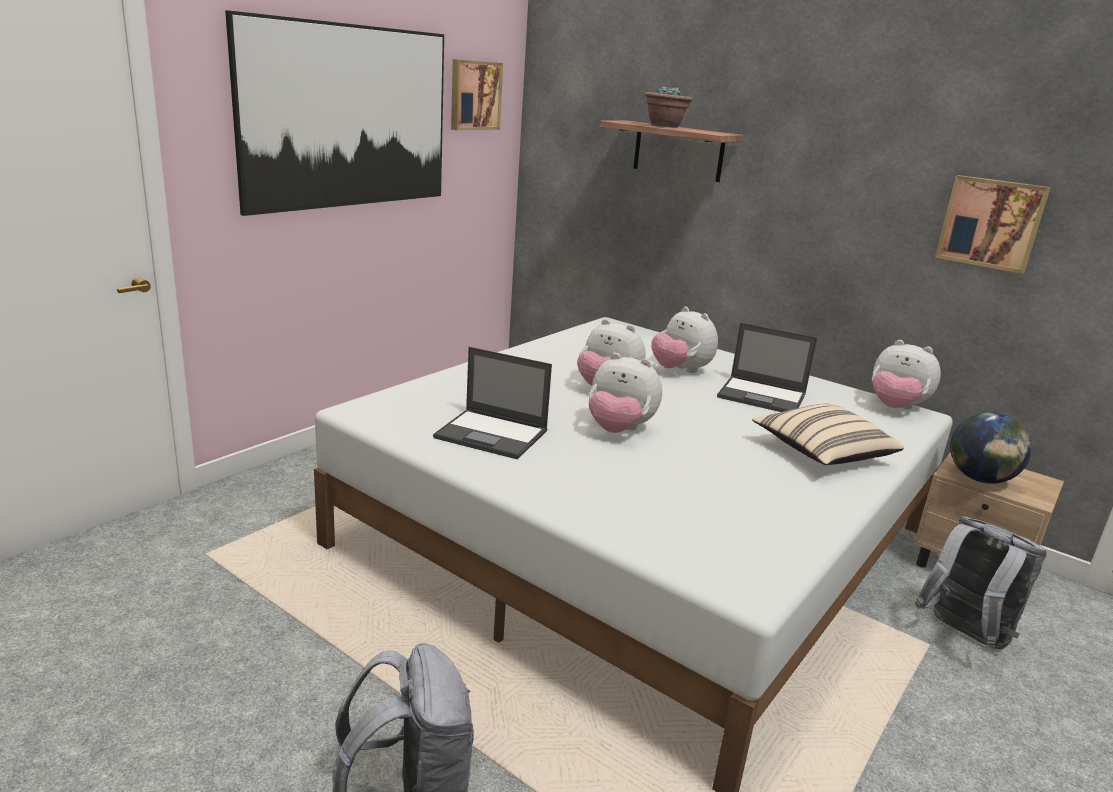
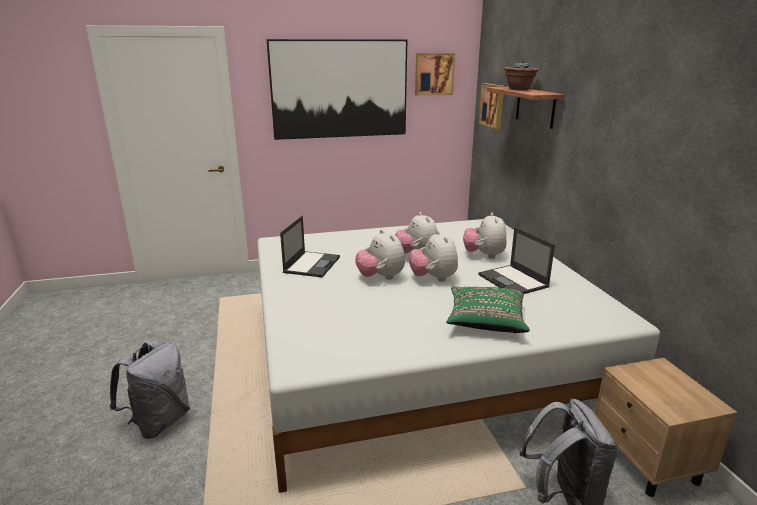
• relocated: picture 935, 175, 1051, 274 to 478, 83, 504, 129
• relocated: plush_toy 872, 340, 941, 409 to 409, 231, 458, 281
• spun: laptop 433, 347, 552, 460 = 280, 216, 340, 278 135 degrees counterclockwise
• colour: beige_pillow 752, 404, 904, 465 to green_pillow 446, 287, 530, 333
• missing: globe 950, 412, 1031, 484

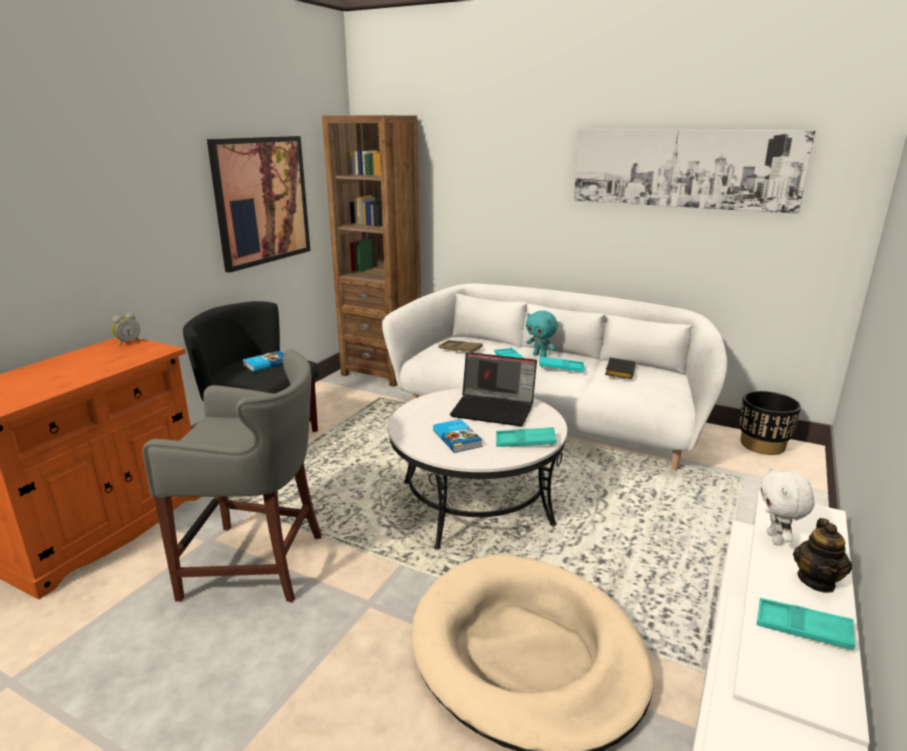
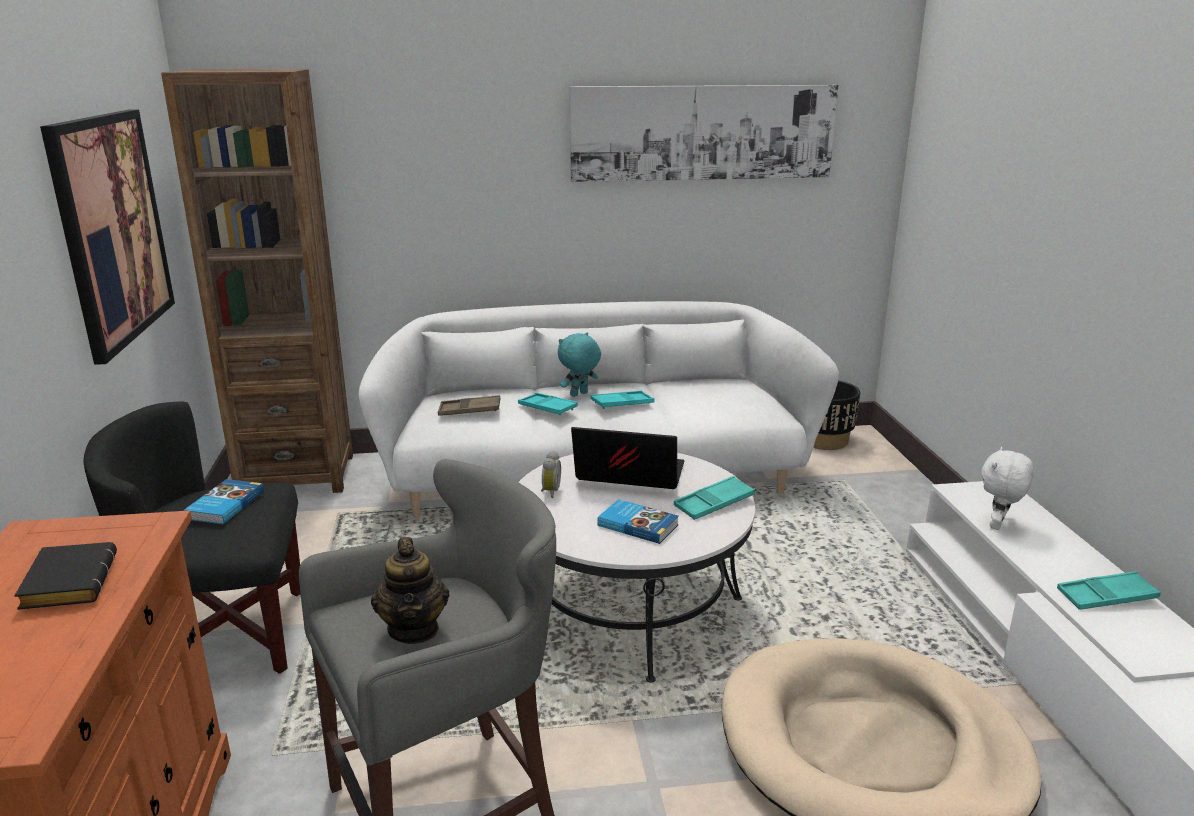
• spun: turquoise_plush_toy 526, 310, 558, 357 = 558, 333, 601, 397 135 degrees clockwise
• relocated: alarm_clock 112, 313, 140, 346 to 541, 451, 561, 498
• spun: laptop 450, 352, 537, 426 = 571, 427, 684, 489 150 degrees counterclockwise
• relocated: black_book 605, 358, 636, 379 to 14, 542, 117, 610
• spun: white_plush_toy 760, 467, 815, 546 = 981, 447, 1034, 530 60 degrees clockwise
• relocated: teapot 793, 518, 852, 593 to 371, 537, 449, 644

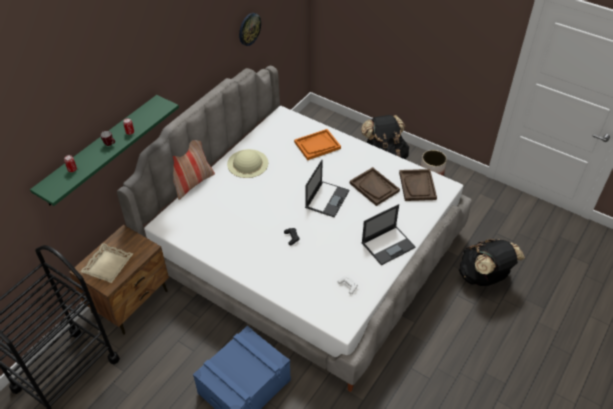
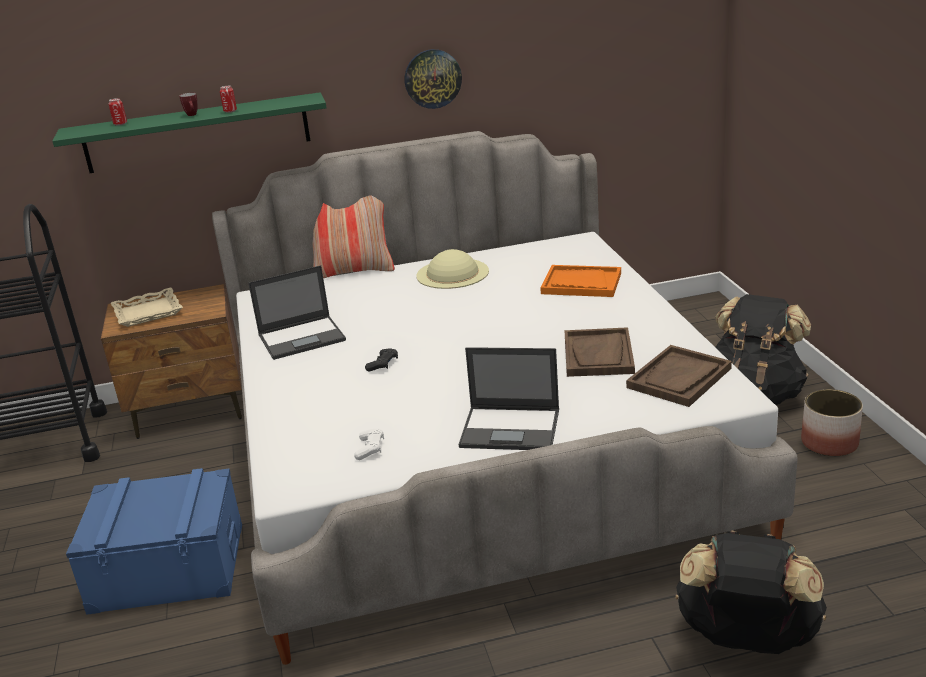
• relocated: wall_clock 239, 13, 261, 46 to 405, 49, 462, 109
• relocated: laptop 305, 159, 349, 218 to 248, 265, 346, 360

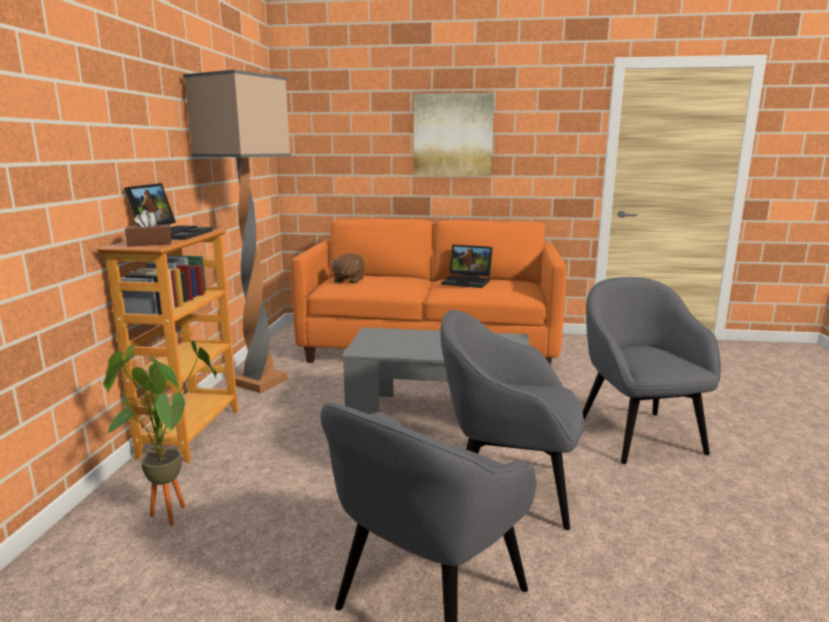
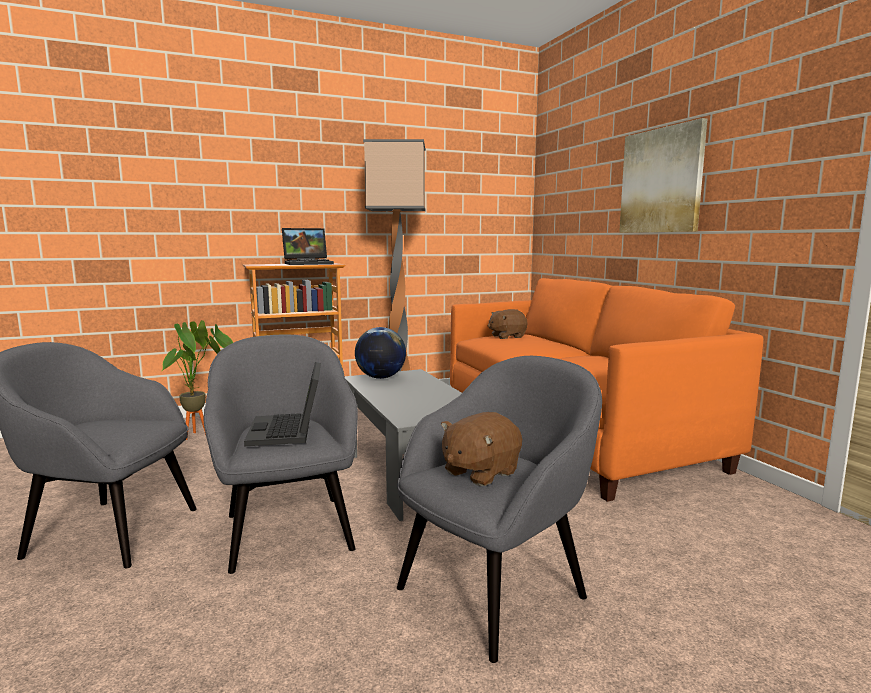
• missing: brown_tissue_box 125, 210, 172, 247
• relocated: laptop 441, 245, 493, 288 to 244, 362, 321, 446
• appeared: globe 355, 327, 406, 379
• appeared: brown_plush_toy 441, 412, 522, 486

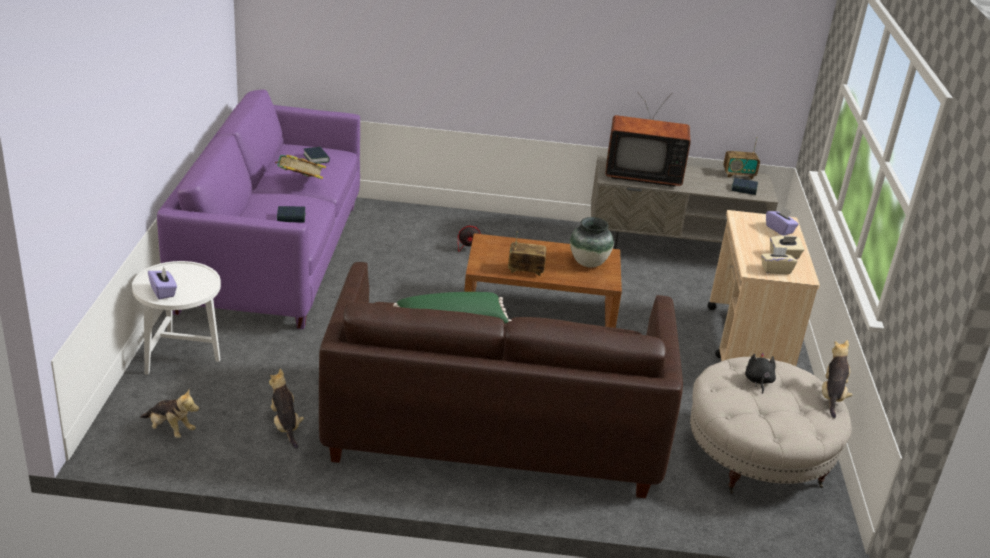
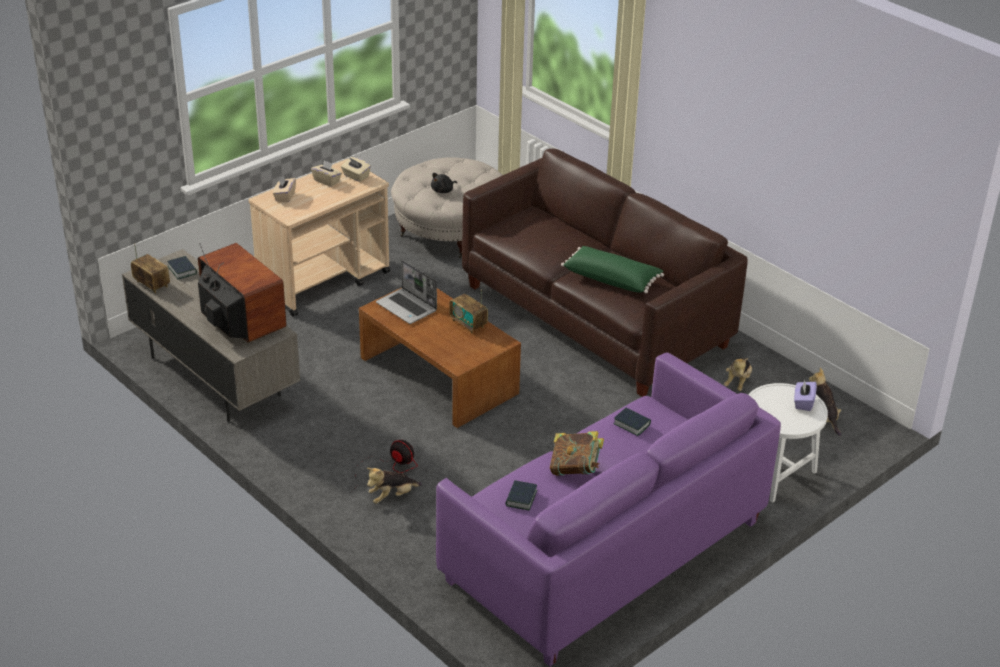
• colour: purple_tissue_box 766, 207, 799, 235 to beige_tissue_box 273, 176, 296, 202
• exchanged: vase 570, 217, 614, 267 to laptop 376, 260, 437, 324
• relocated: plush_toy 822, 340, 853, 419 to 367, 468, 422, 504

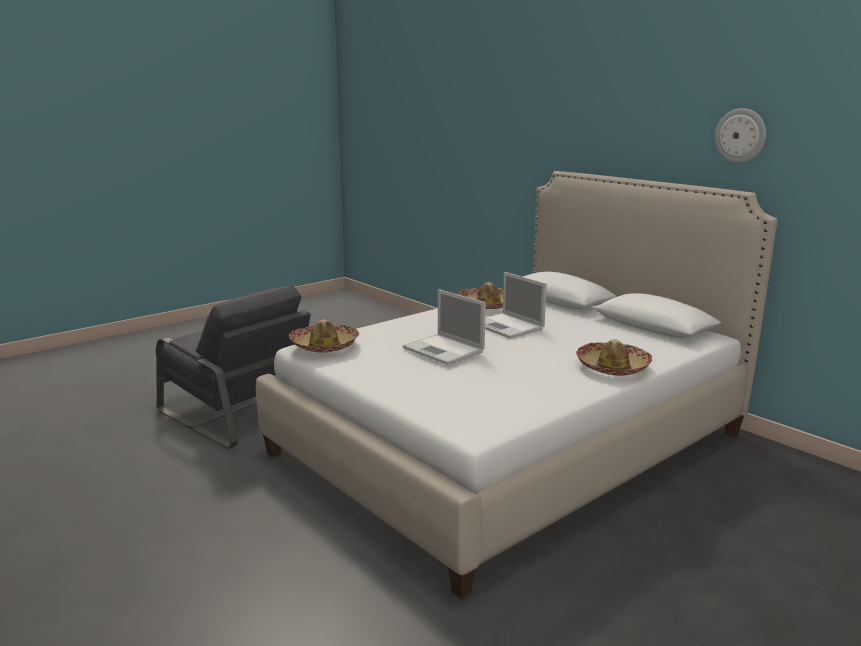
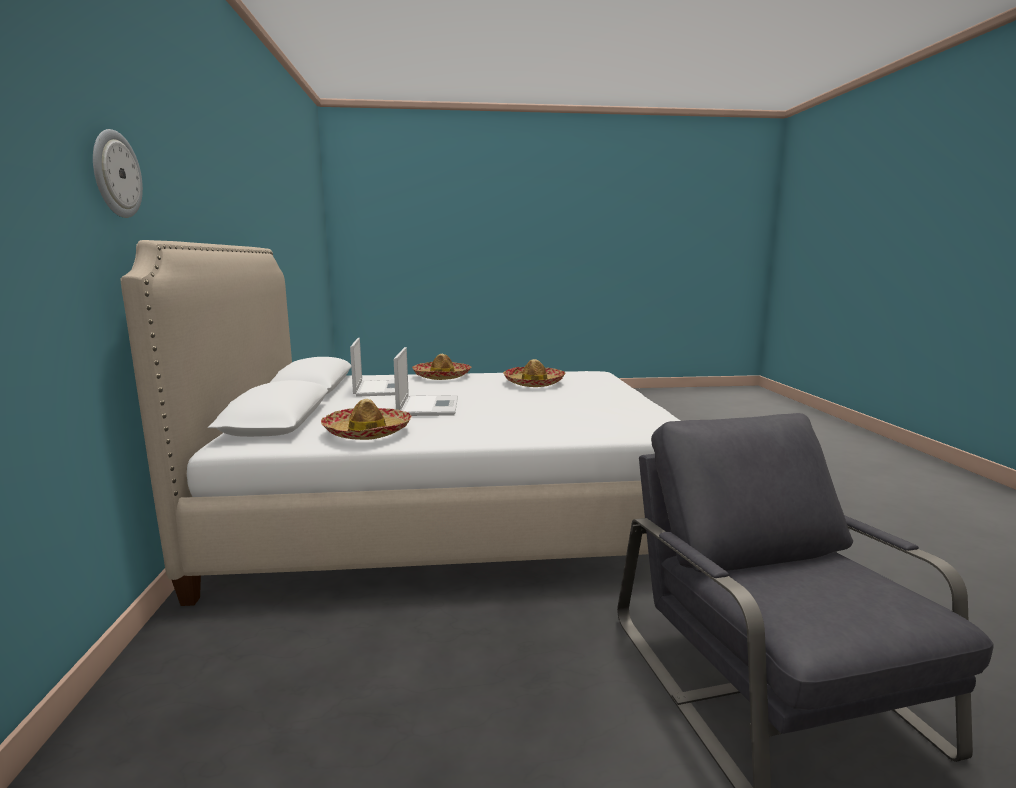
• relocated: wall_clock 715, 108, 766, 163 to 93, 129, 143, 218
• relocated: laptop 403, 289, 486, 365 to 350, 338, 395, 397
• relocated: hat 289, 320, 360, 352 to 503, 359, 565, 387

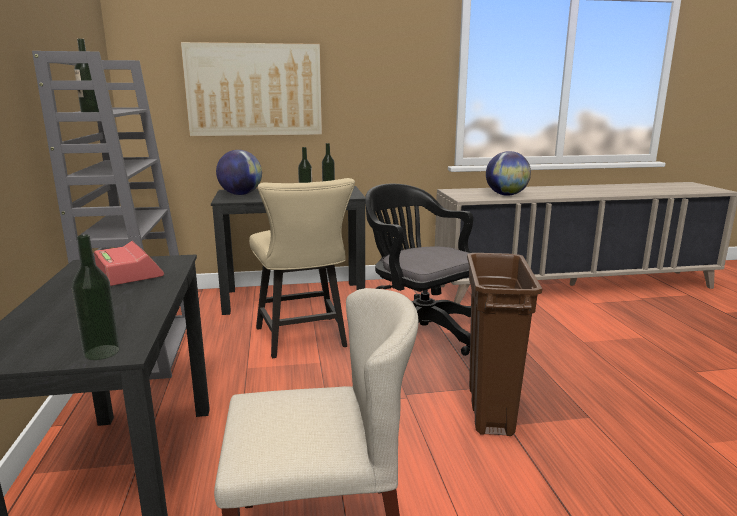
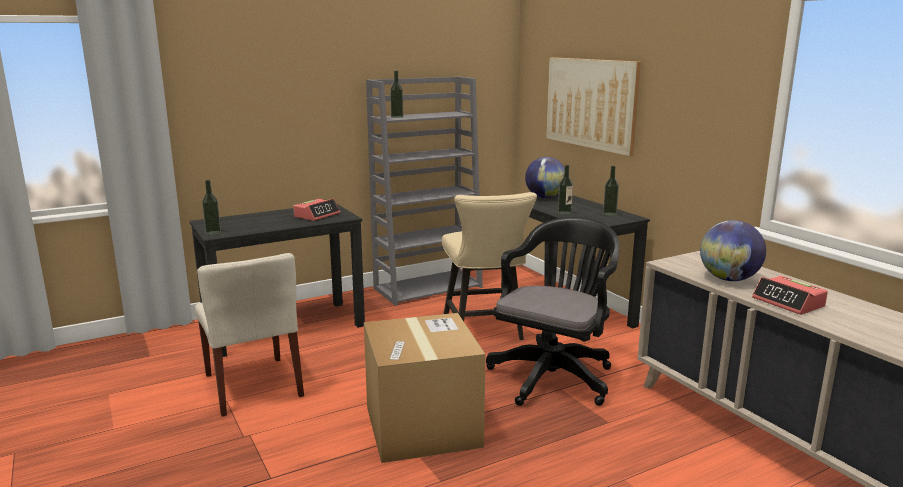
• spun: beige_chair 249, 178, 355, 358 = 442, 192, 537, 340 60 degrees counterclockwise
• exchanged: brown_trash_can 467, 253, 542, 436 to cardboard_box 364, 313, 486, 463
• appeared: alarm_clock 752, 276, 828, 315

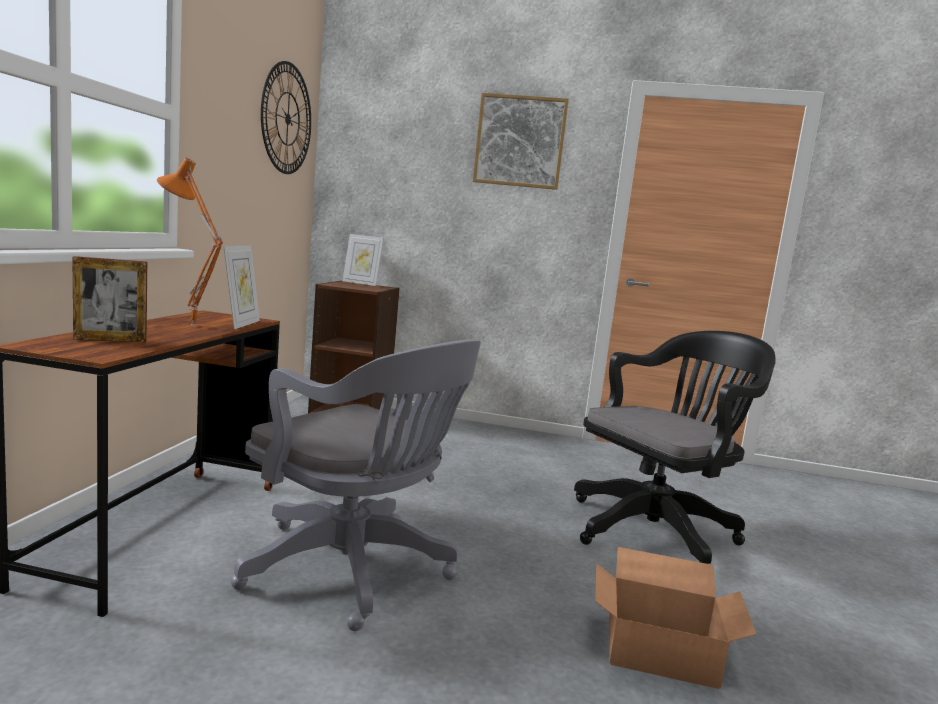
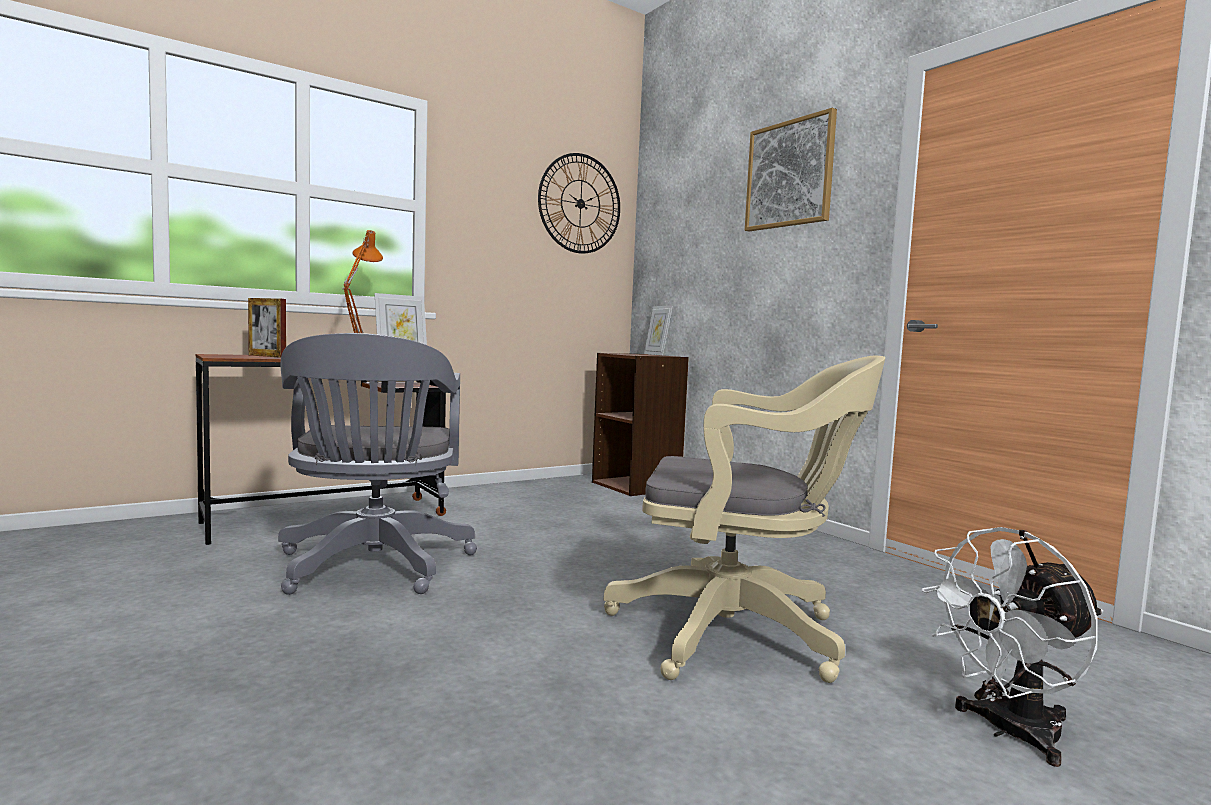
• colour: black_office_chair 574, 331, 776, 564 to beige_office_chair 604, 355, 885, 683
• missing: cardboard_box 595, 547, 756, 689
• appeared: white_fan 922, 527, 1103, 767

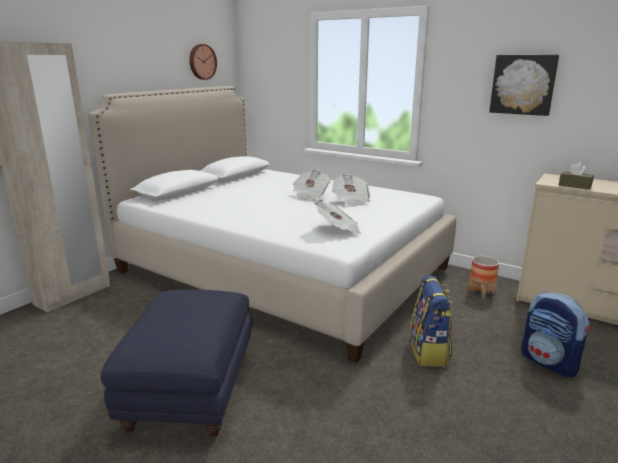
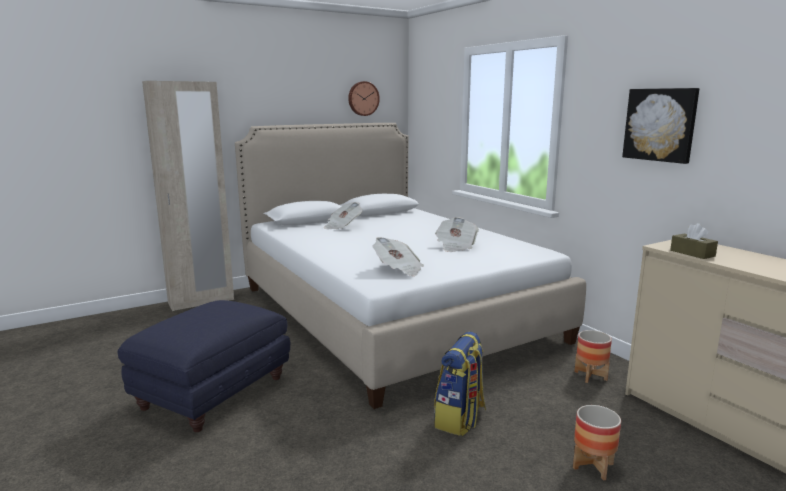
• relocated: newspaper 293, 170, 331, 201 to 324, 202, 363, 229
• exchanged: backpack 521, 292, 591, 377 to planter 573, 405, 621, 480

